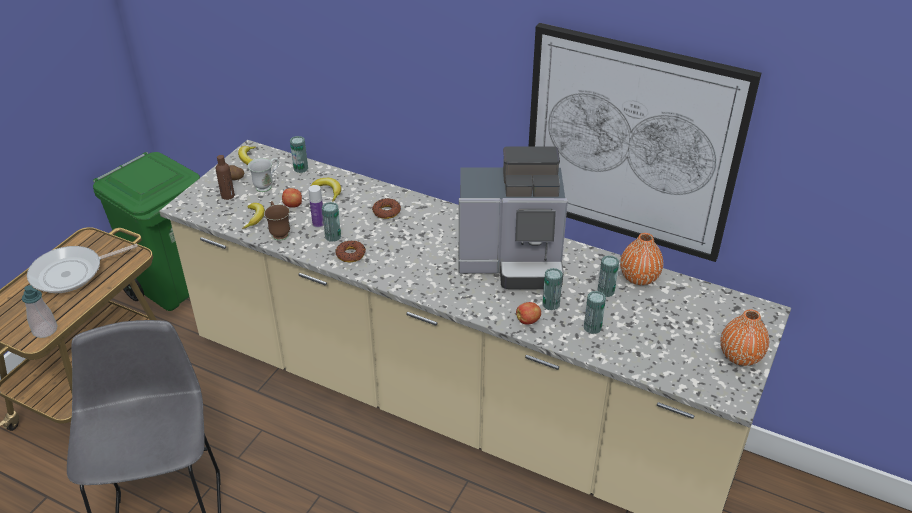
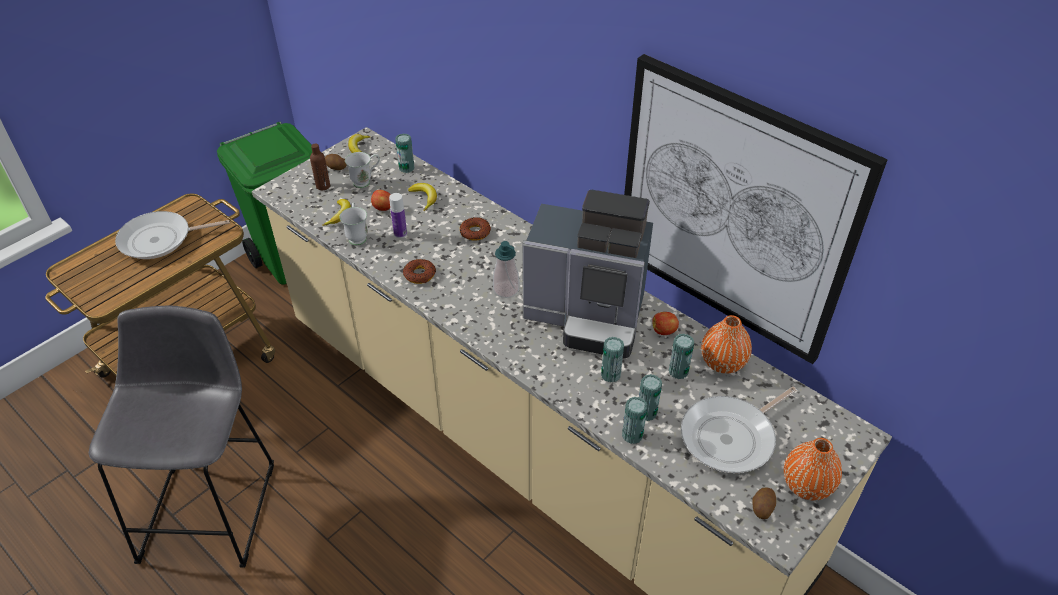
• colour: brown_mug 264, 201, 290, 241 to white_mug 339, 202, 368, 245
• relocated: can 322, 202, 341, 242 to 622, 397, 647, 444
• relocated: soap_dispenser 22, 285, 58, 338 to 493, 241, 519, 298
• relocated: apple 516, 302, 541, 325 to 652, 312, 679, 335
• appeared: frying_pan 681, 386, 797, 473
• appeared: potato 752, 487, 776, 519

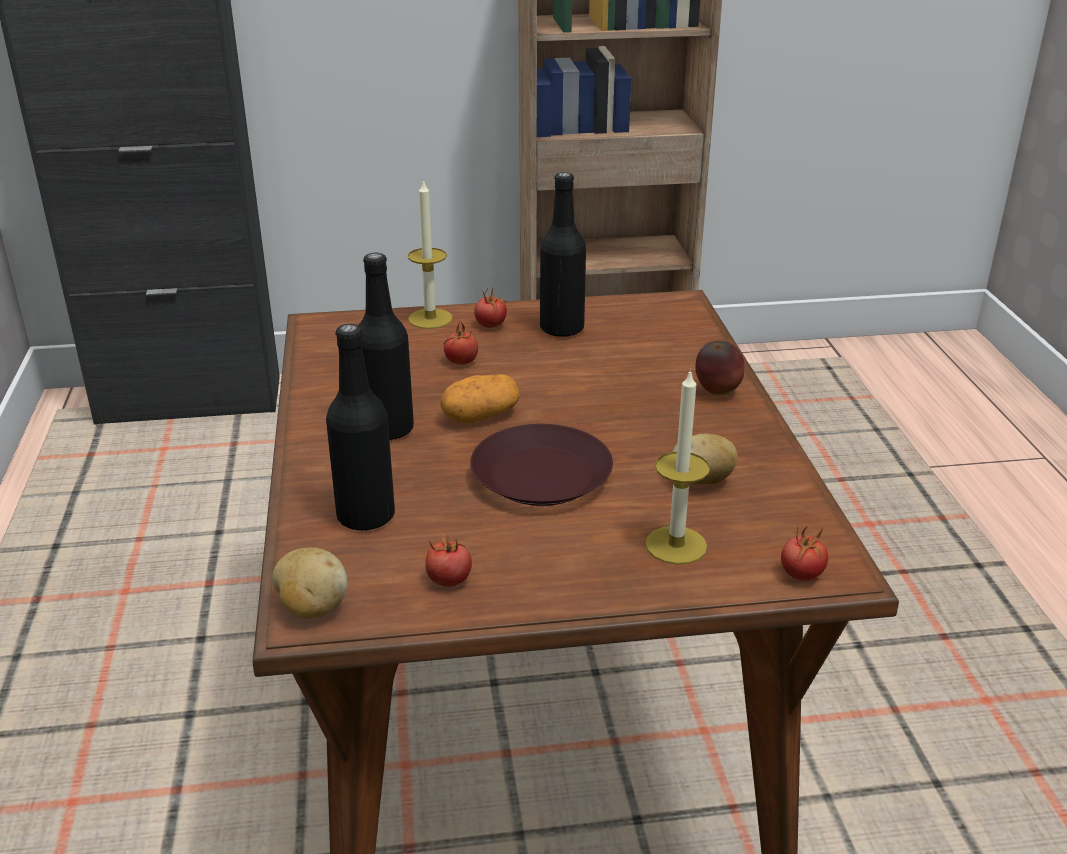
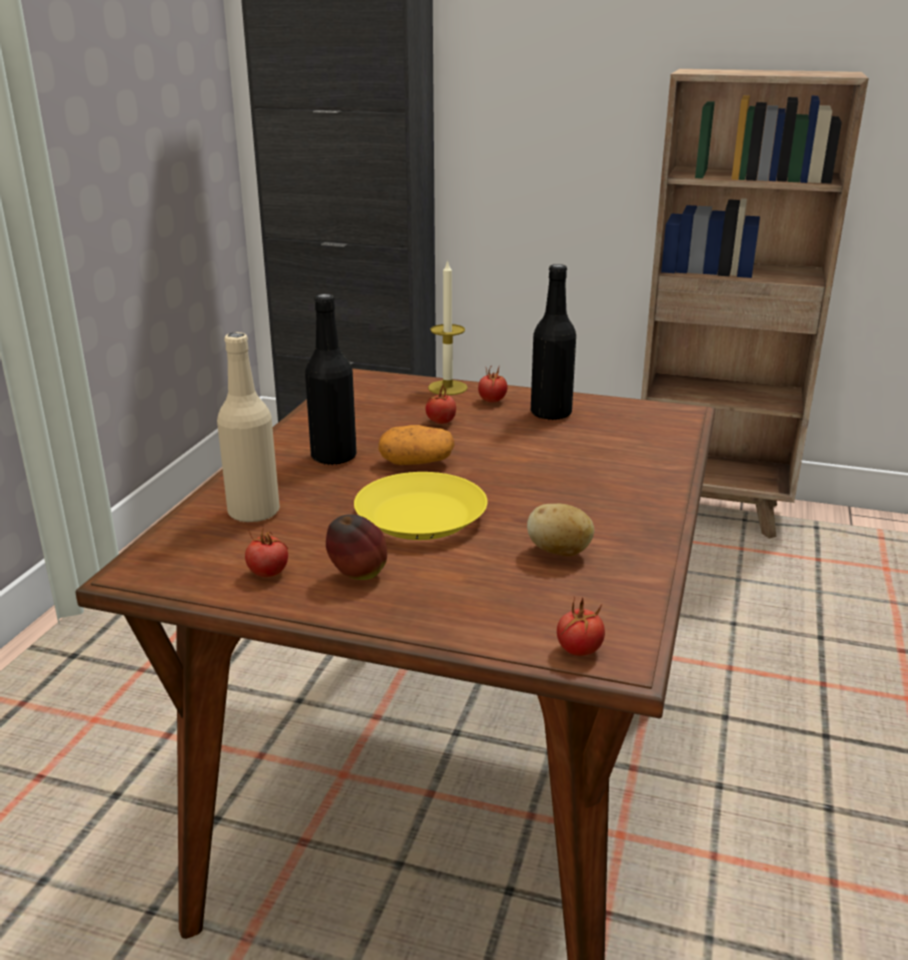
• colour: black_bottle 326, 324, 395, 531 to beige_bottle 217, 332, 280, 522
• relocated: apple 695, 341, 744, 395 to 326, 514, 387, 580
• missing: candle 645, 369, 710, 565
• colour: brown_plate 470, 424, 613, 506 to yellow_plate 354, 472, 487, 540
• missing: potato 272, 547, 347, 619

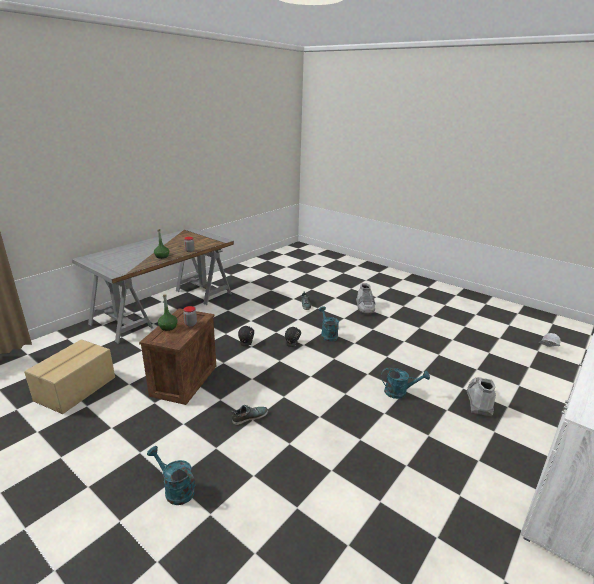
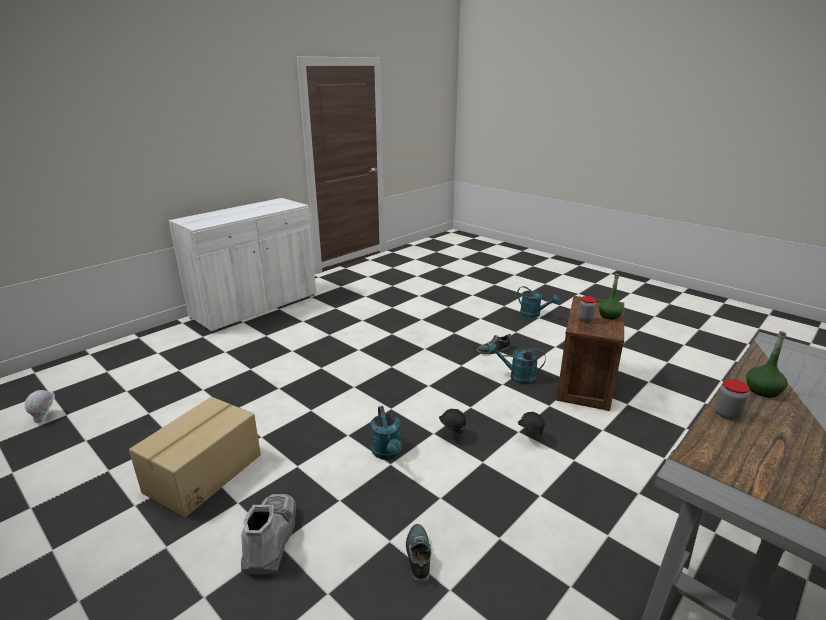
• relocated: cardboard_box 24, 339, 115, 414 to 129, 397, 261, 517
• relocated: turquoise_watering_can 381, 368, 430, 399 to 489, 344, 546, 385
• missing: grey_boot 467, 377, 496, 417

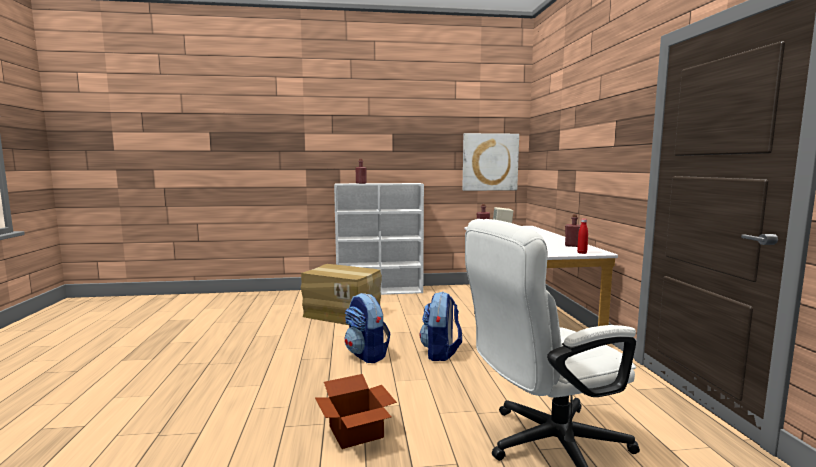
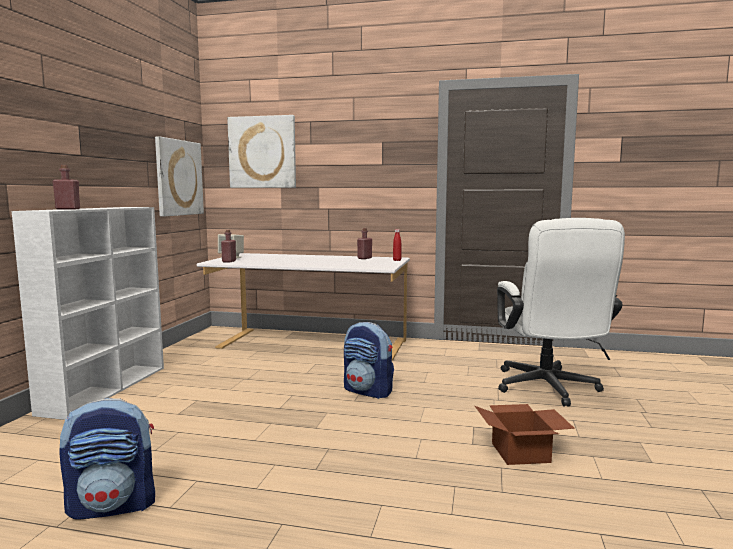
• missing: cardboard_box 301, 264, 382, 325
• relocated: backpack 345, 293, 390, 363 to 59, 398, 155, 520
• appeared: picture 227, 115, 296, 188

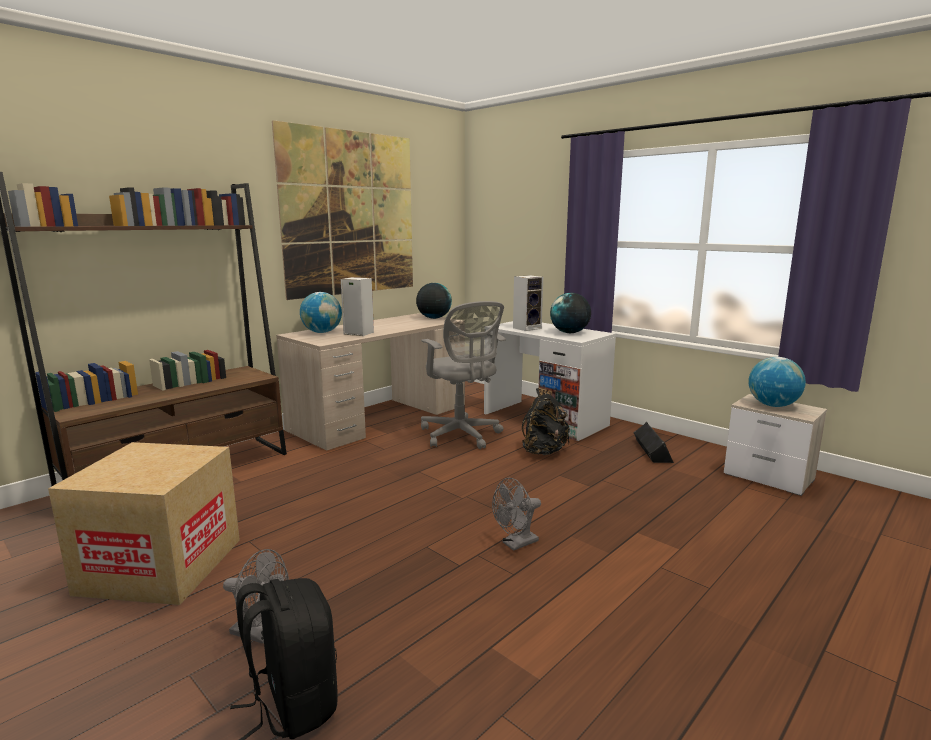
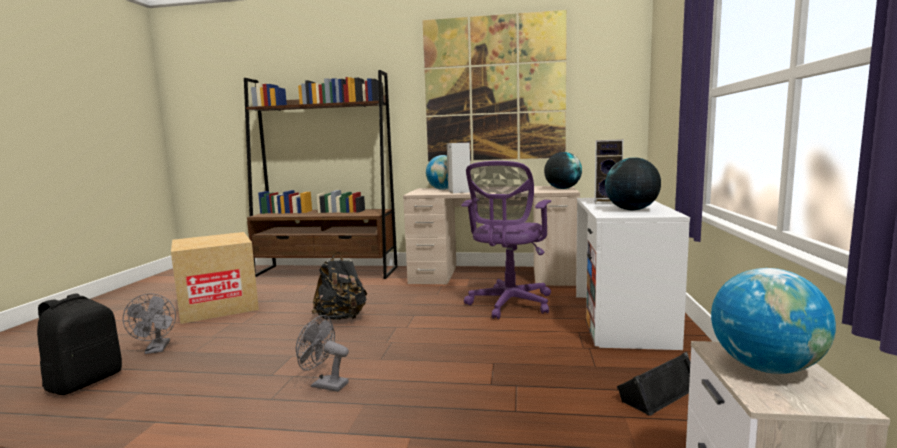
• colour: grey_office_chair 421, 301, 506, 449 to purple_office_chair 461, 161, 551, 319
• relocated: black_backpack 522, 388, 570, 455 to 312, 252, 367, 320

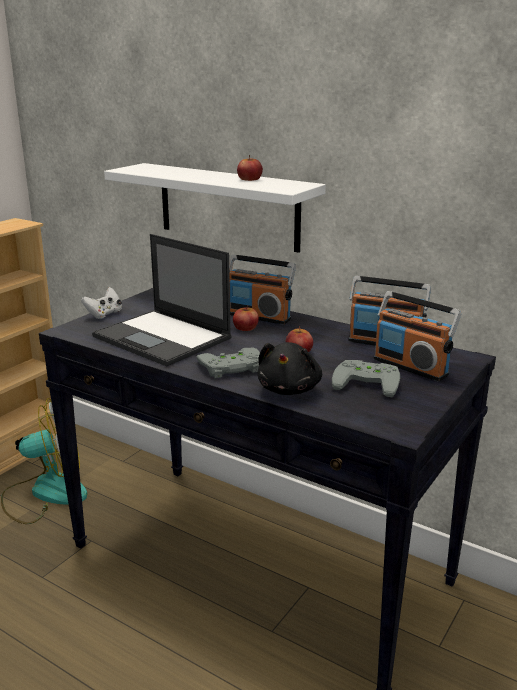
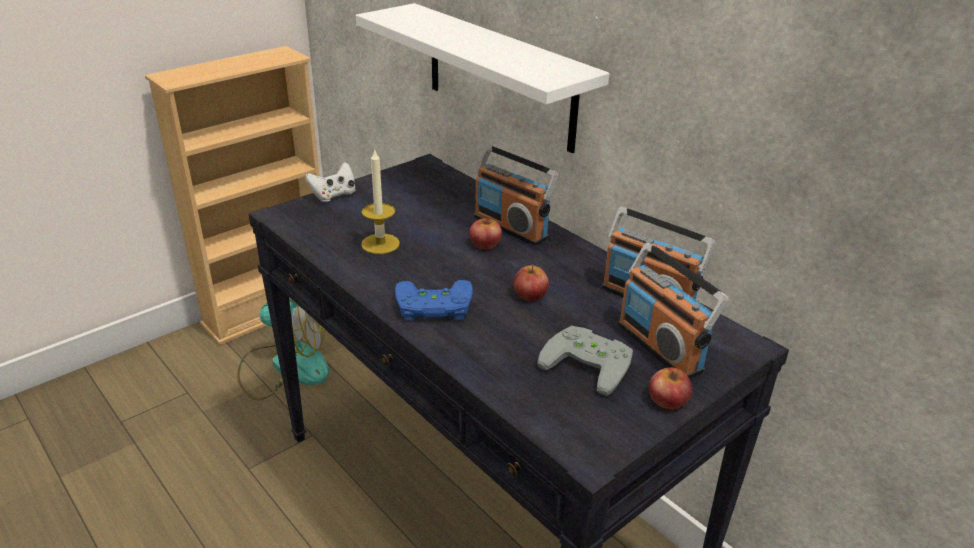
• relocated: apple 237, 155, 263, 181 to 649, 367, 693, 409
• exchanged: laptop 92, 234, 232, 366 to candle 361, 149, 400, 254
• missing: black_plush_toy 258, 342, 322, 395
• colour: grey_game_controller 197, 348, 260, 379 to blue_game_controller 395, 280, 473, 321

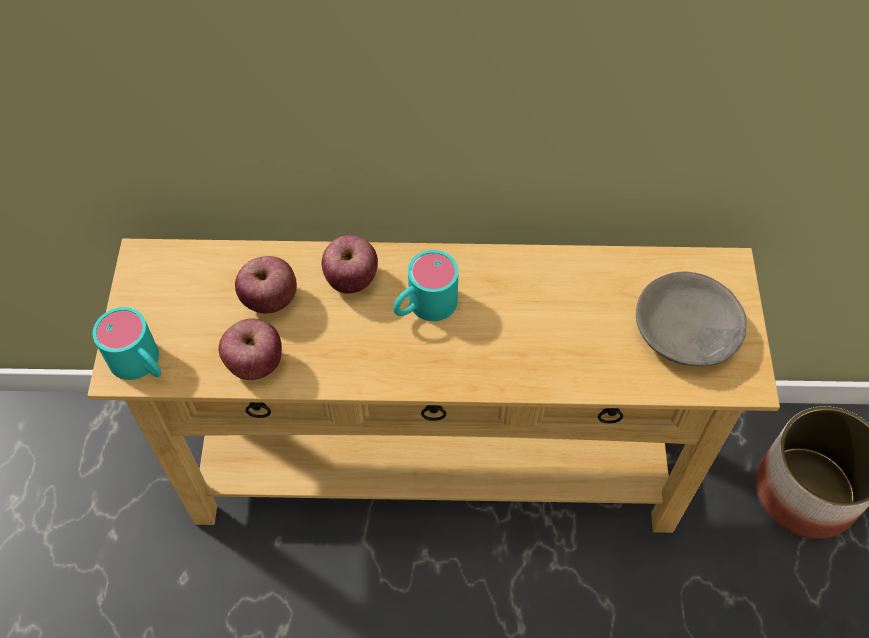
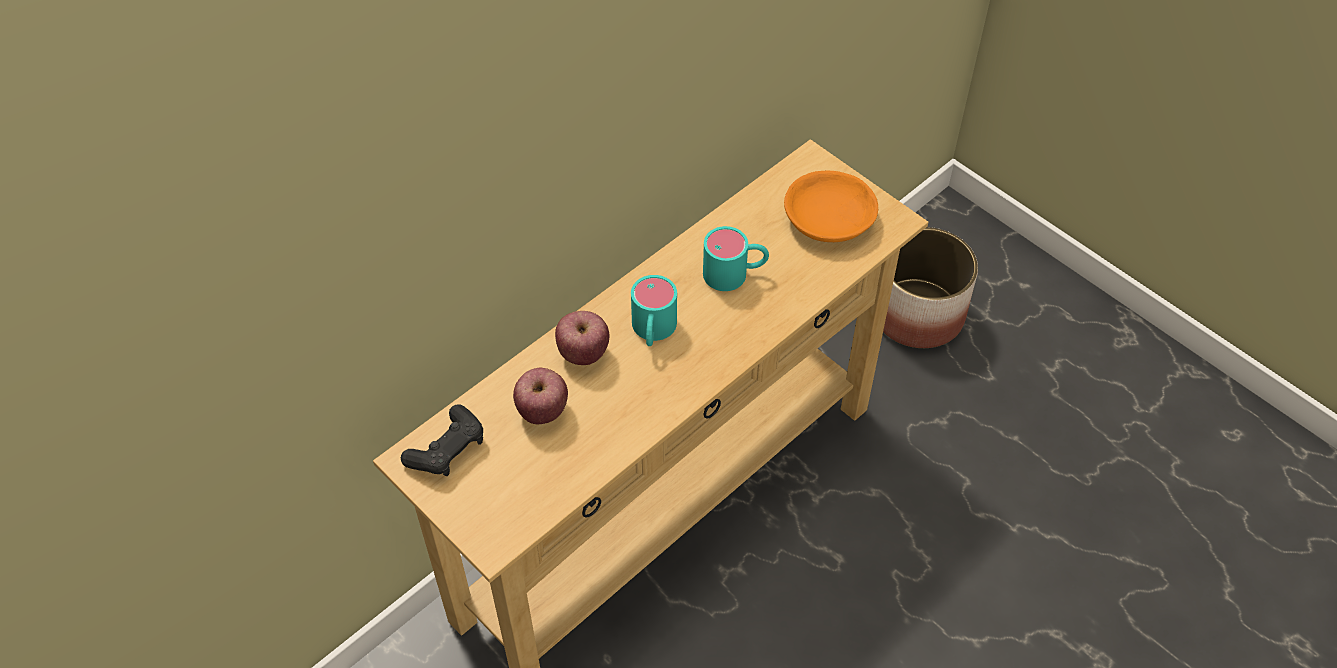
• colour: grey_bowl 636, 272, 747, 366 to orange_bowl 784, 171, 878, 242
• relocated: turquoise_mug 93, 307, 161, 380 to 703, 226, 769, 291
• missing: apple 218, 319, 282, 380
• appeared: black_game_controller 401, 404, 483, 476

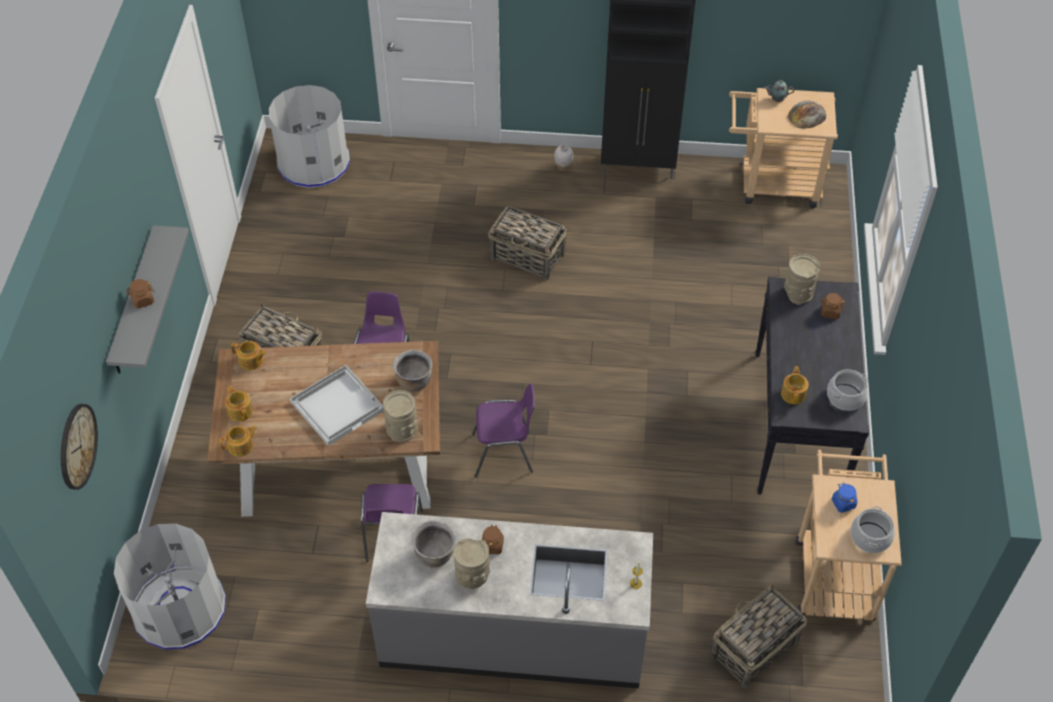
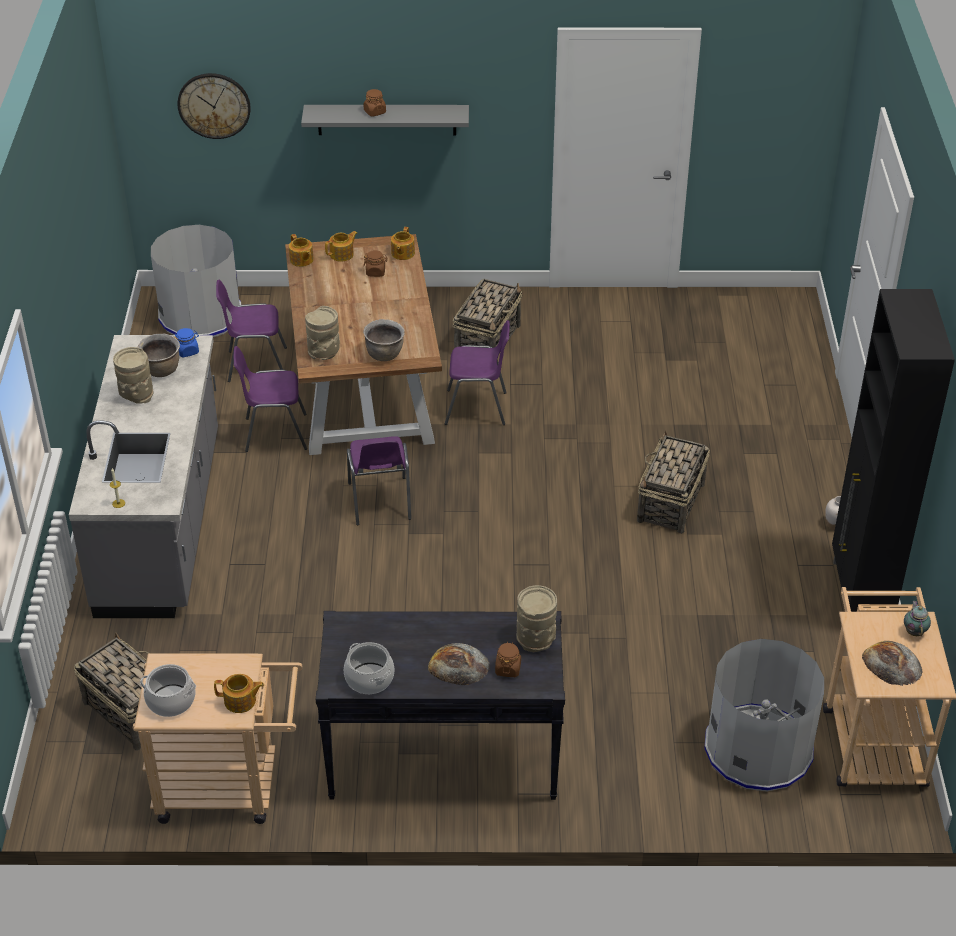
• relocated: grey_trash_can 269, 85, 350, 188 to 704, 639, 824, 792
• missing: white_tray 290, 365, 384, 446
• relocated: teapot 781, 366, 809, 405 to 214, 674, 264, 713
• relocated: blue_jar 832, 483, 858, 513 to 175, 328, 199, 357
• relocated: brown_jar 482, 524, 504, 555 to 363, 250, 388, 277
• appeared: purple_chair 216, 280, 287, 382
• appeared: bread 428, 643, 490, 685

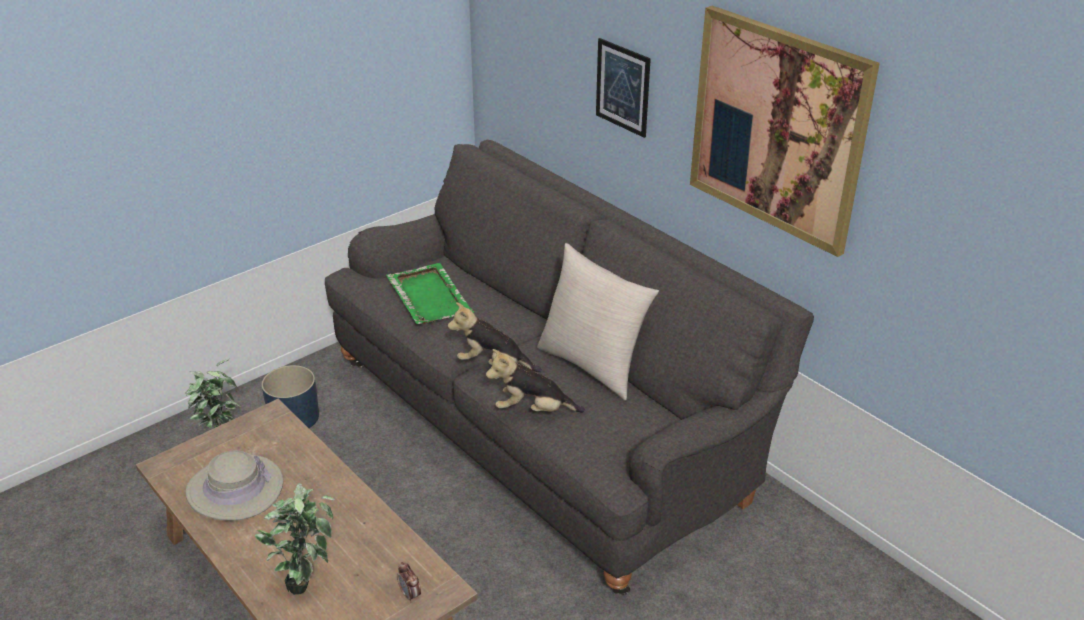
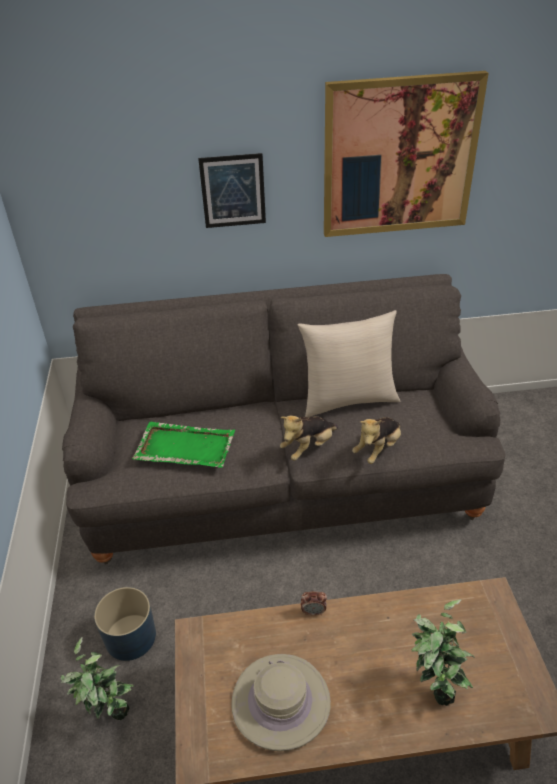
• relocated: alarm_clock 397, 562, 421, 603 to 301, 591, 327, 615

